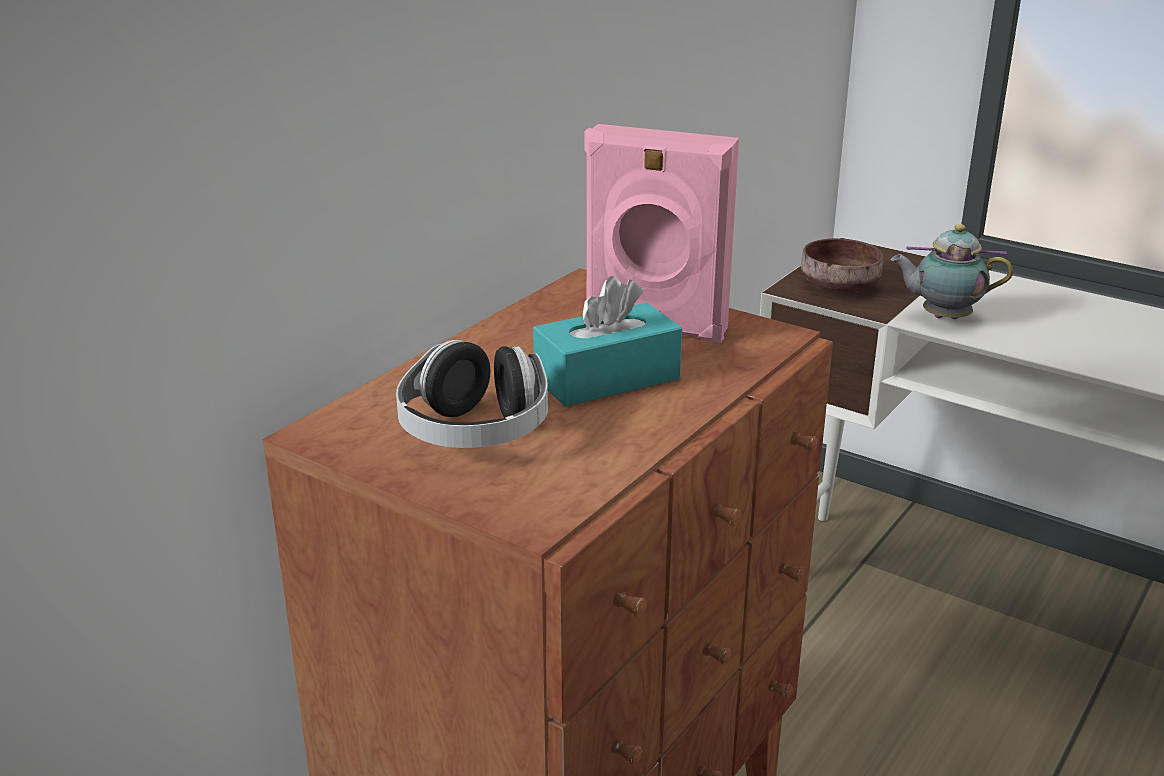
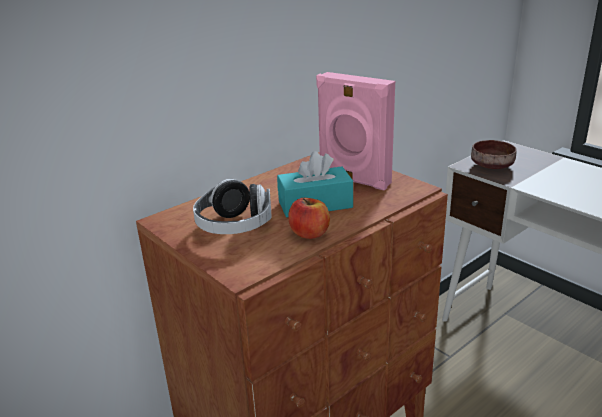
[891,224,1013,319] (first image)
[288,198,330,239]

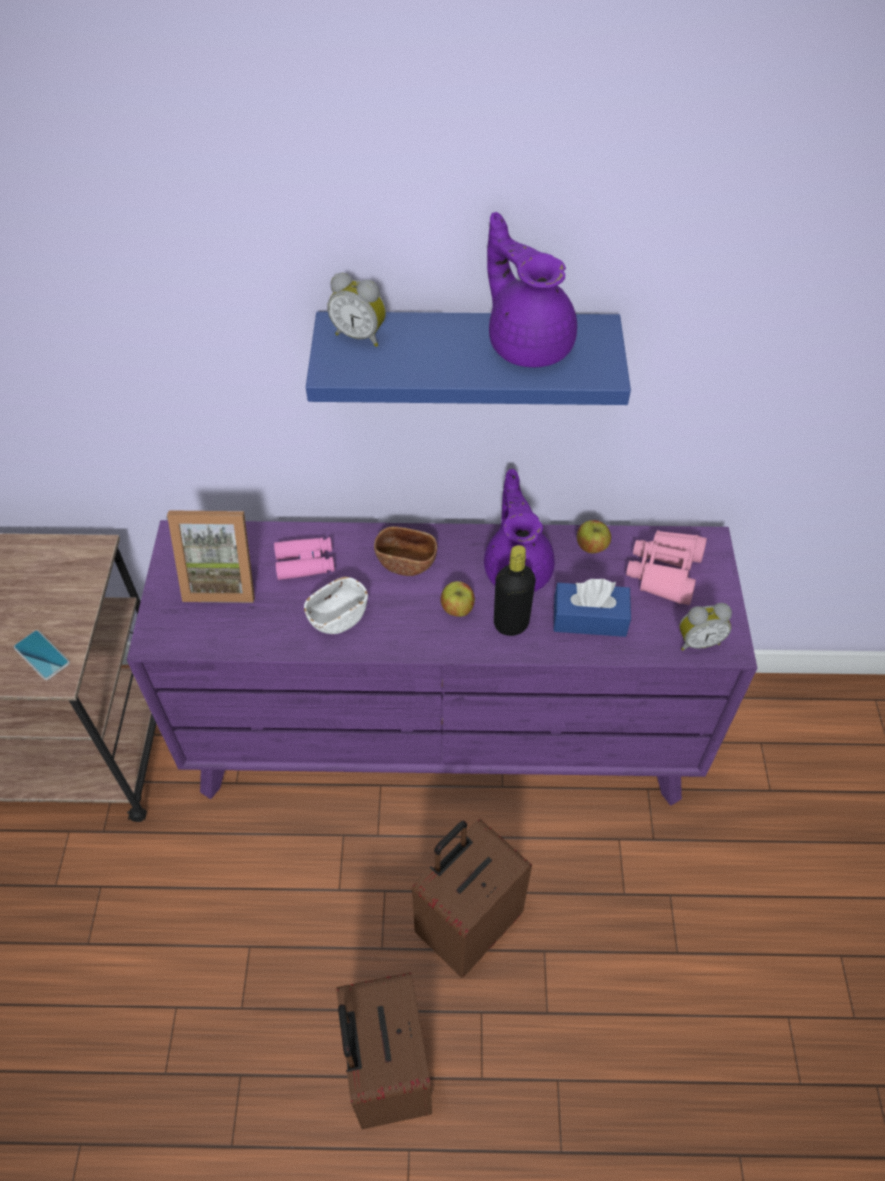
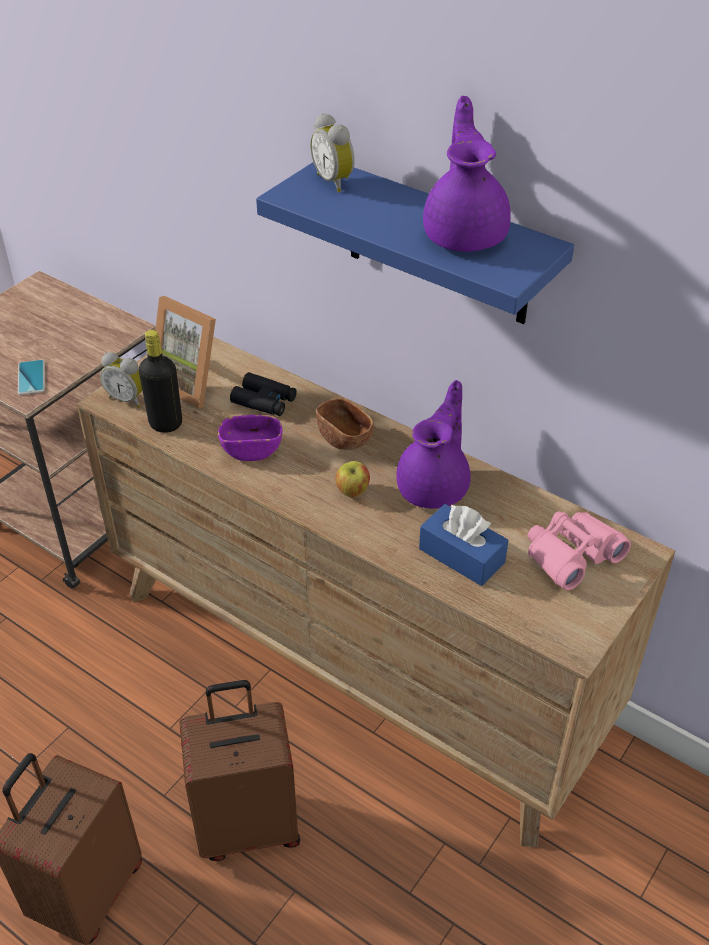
[76,337,675,847]
[230,372,297,416]
[218,415,282,461]
[139,330,182,433]
[577,520,611,553] (first image)
[100,352,142,408]

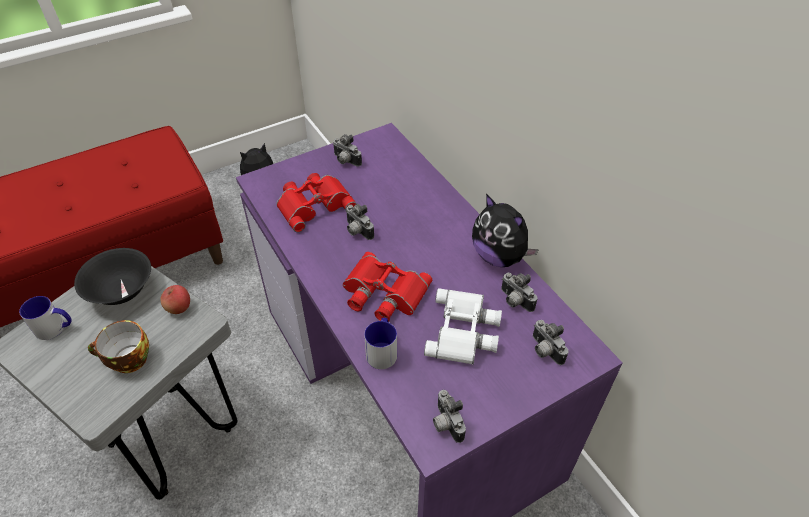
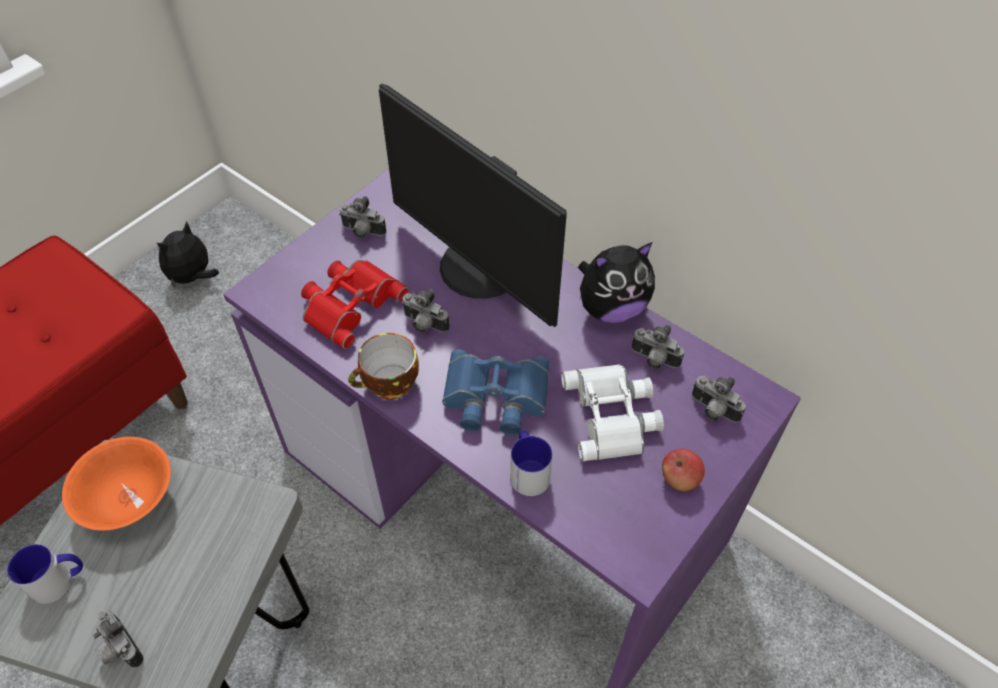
[62,437,171,531]
[348,333,419,399]
[662,448,705,491]
[442,349,549,435]
[93,609,144,668]
[578,242,655,323]
[379,84,567,327]

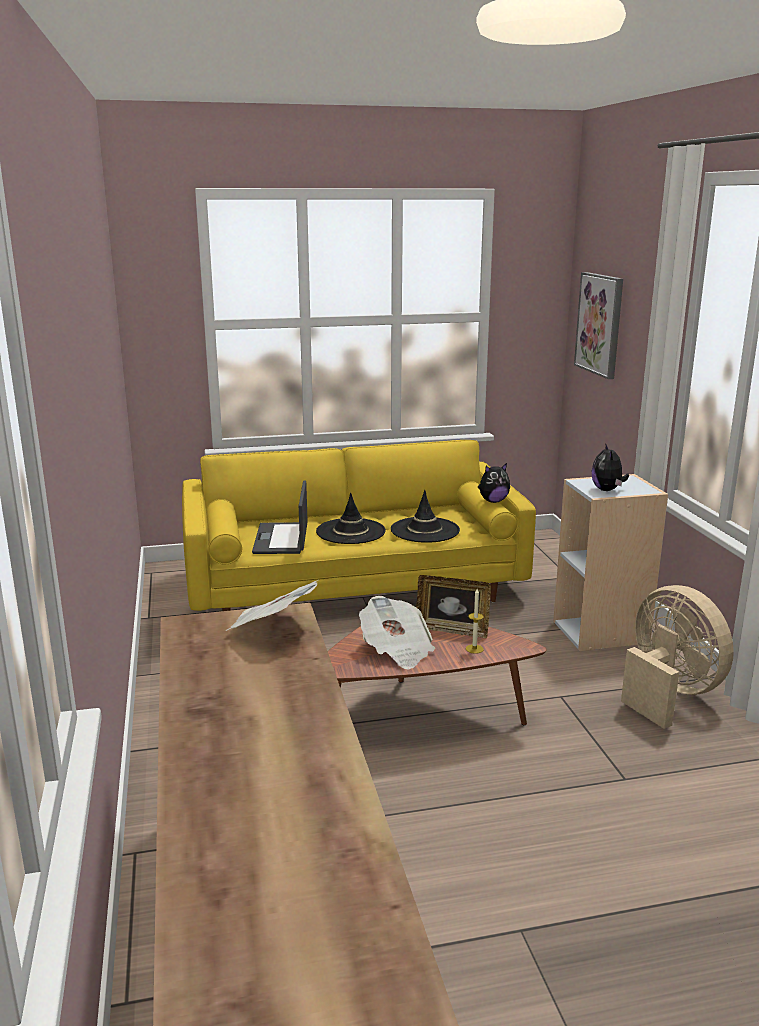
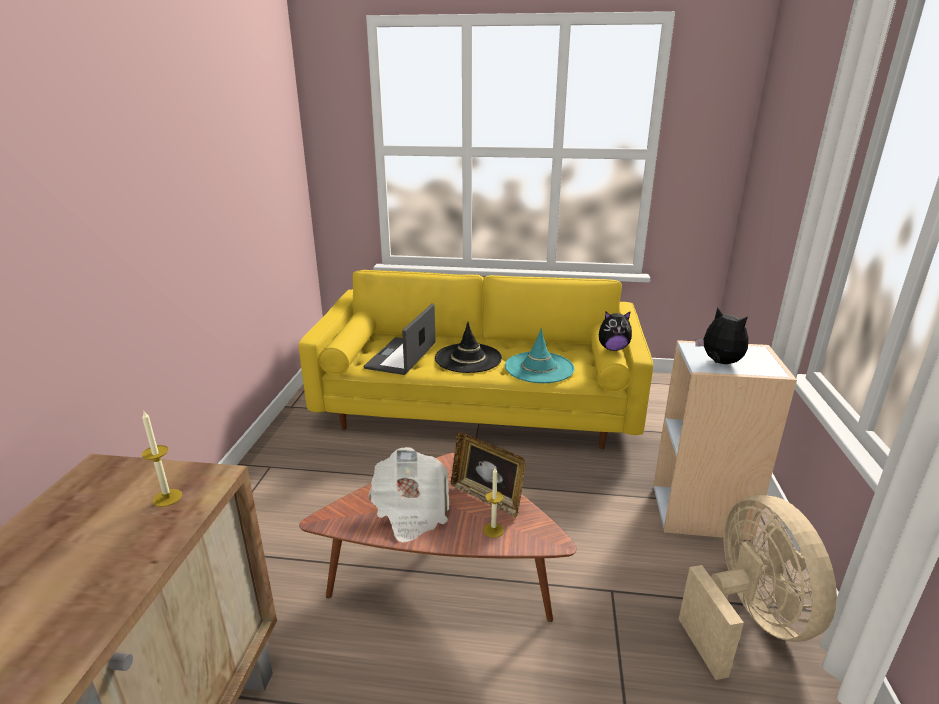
[142,411,182,507]
[505,328,575,383]
[574,272,623,379] (first image)
[695,308,748,364]

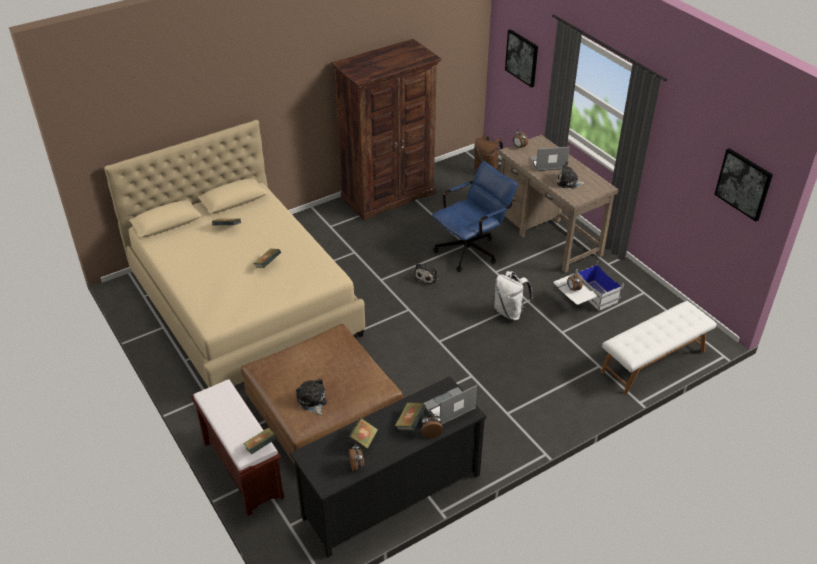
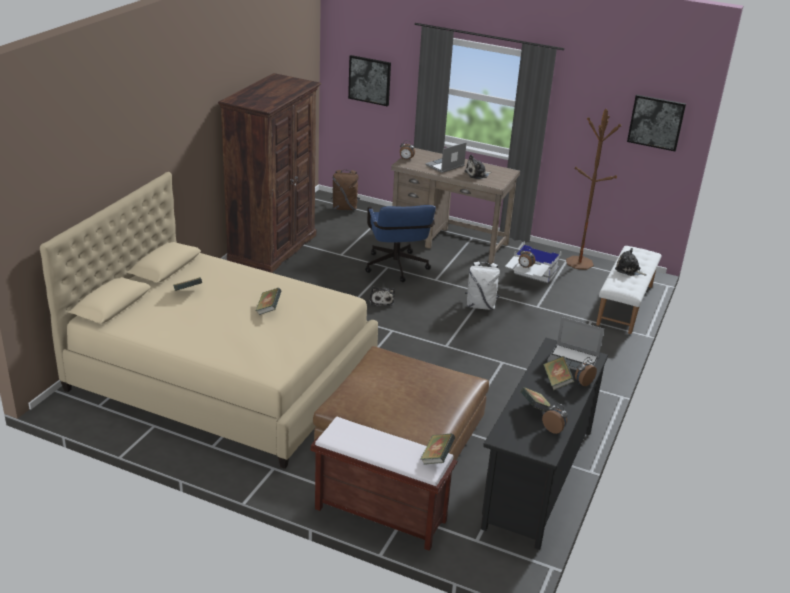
[615,248,647,276]
[547,317,604,370]
[365,205,436,282]
[566,109,622,270]

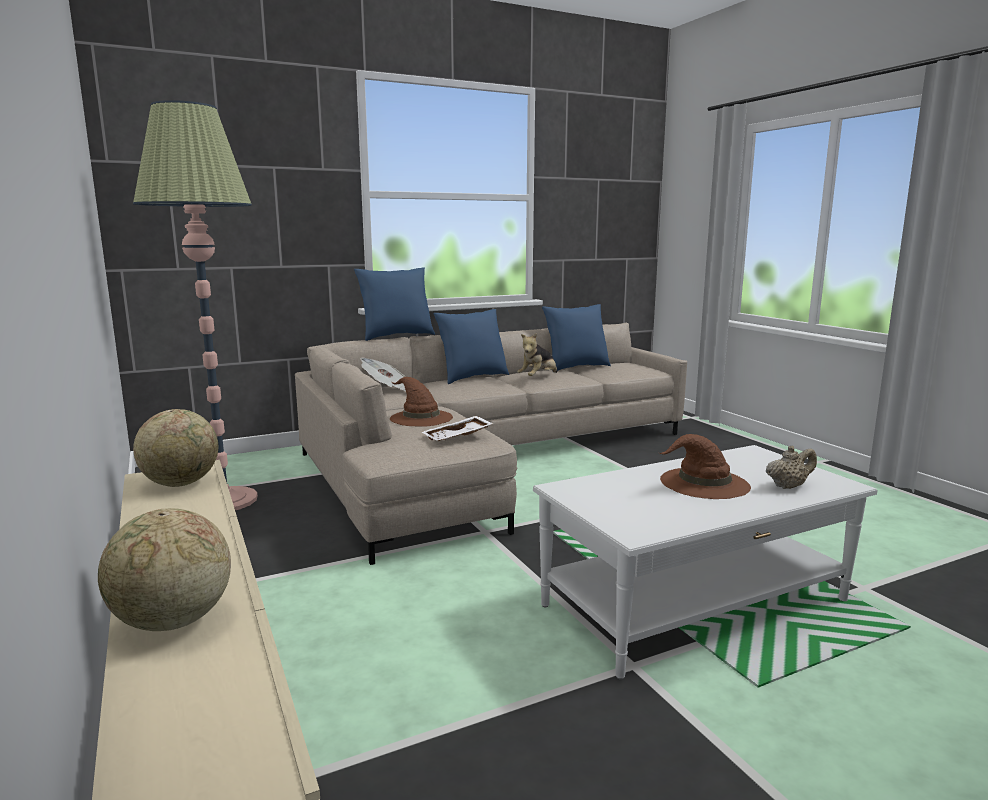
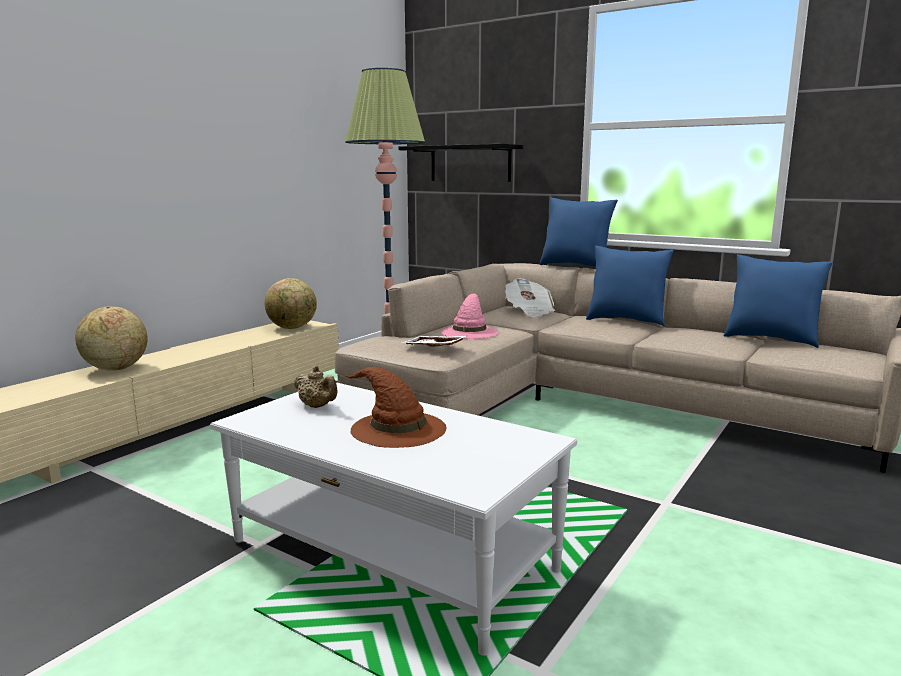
[441,293,498,339]
[517,333,557,376] (first image)
[294,366,338,408]
[399,144,523,182]

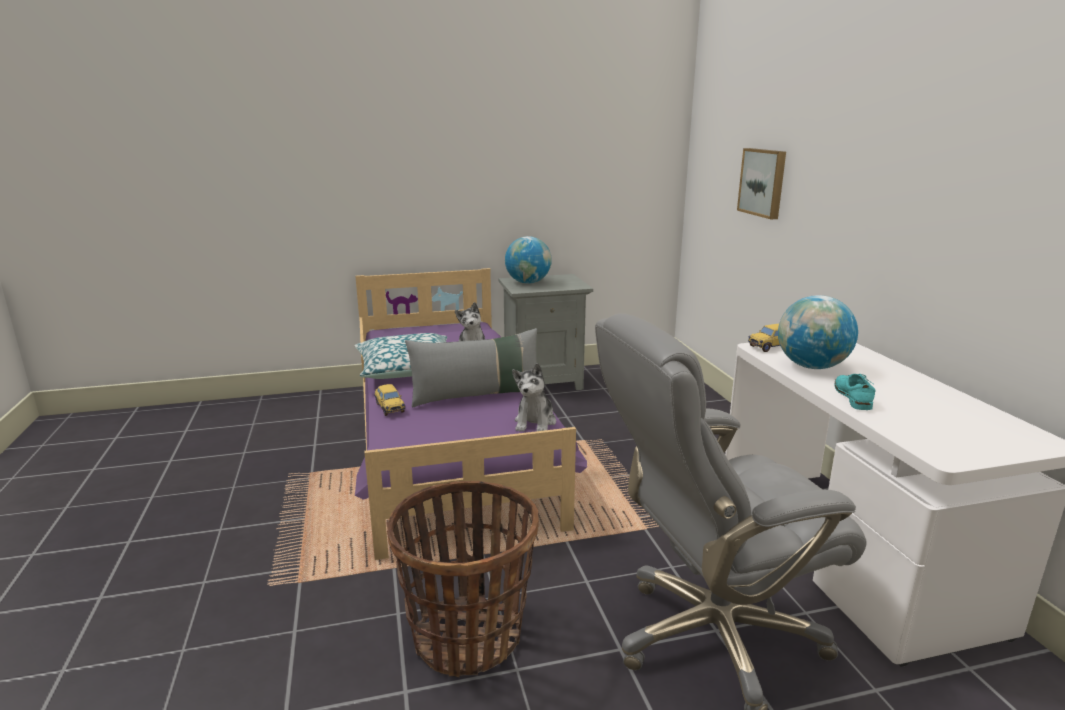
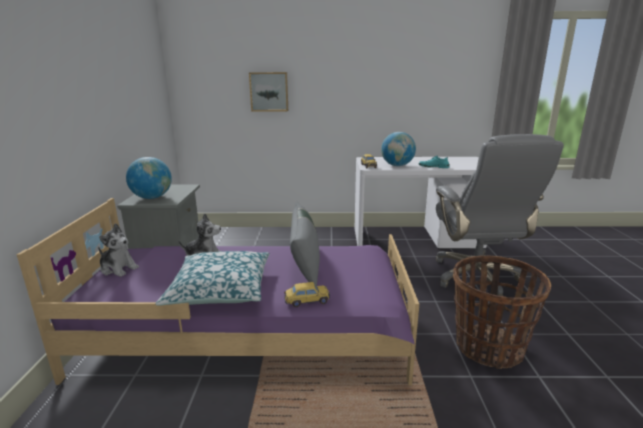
[98,223,139,277]

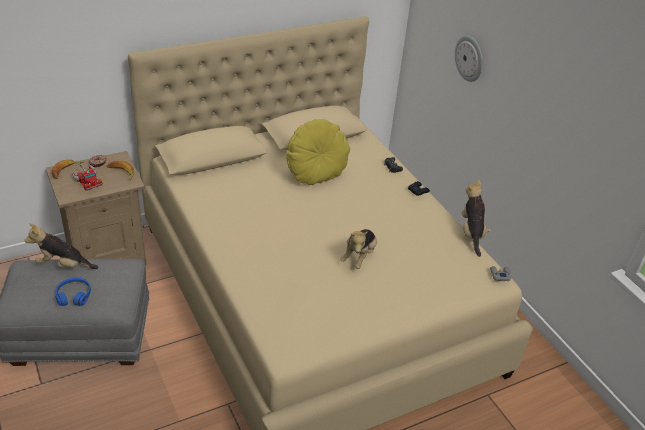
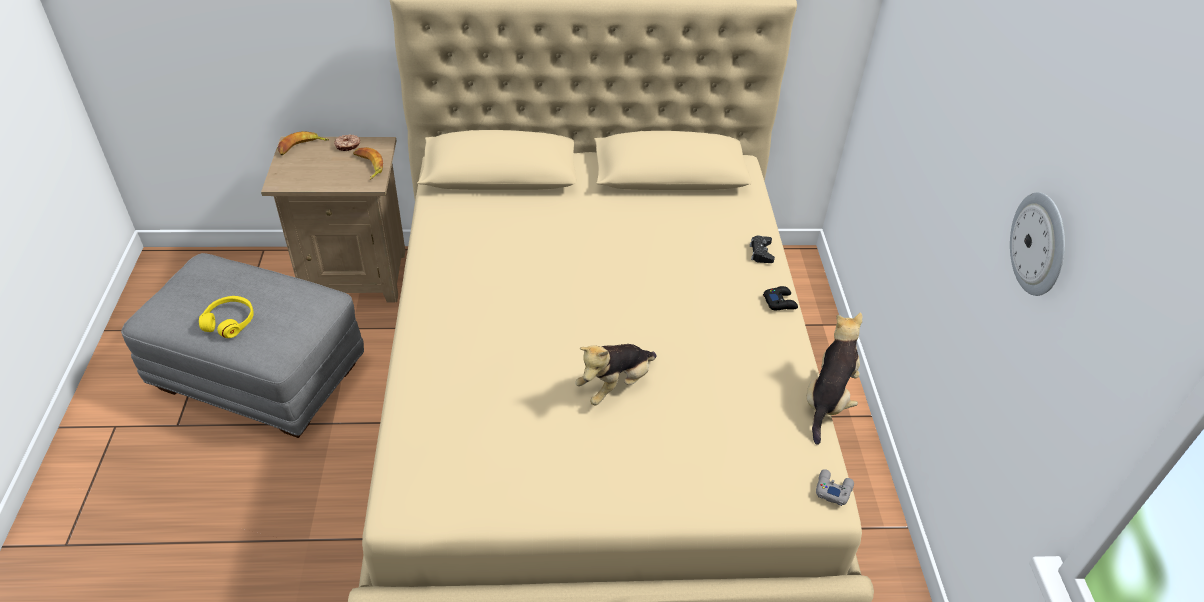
[24,223,98,269] (first image)
[199,296,254,338]
[72,162,103,190] (first image)
[286,119,350,185] (first image)
[1010,192,1065,296]

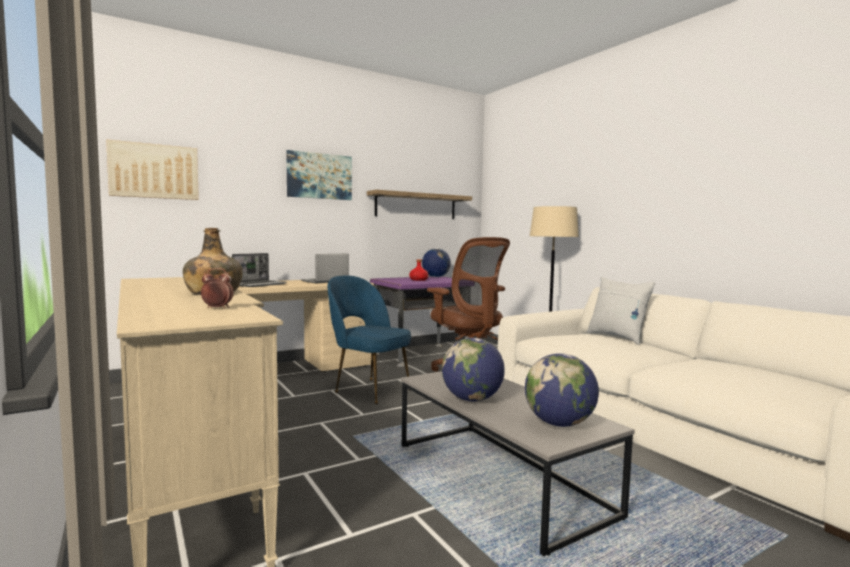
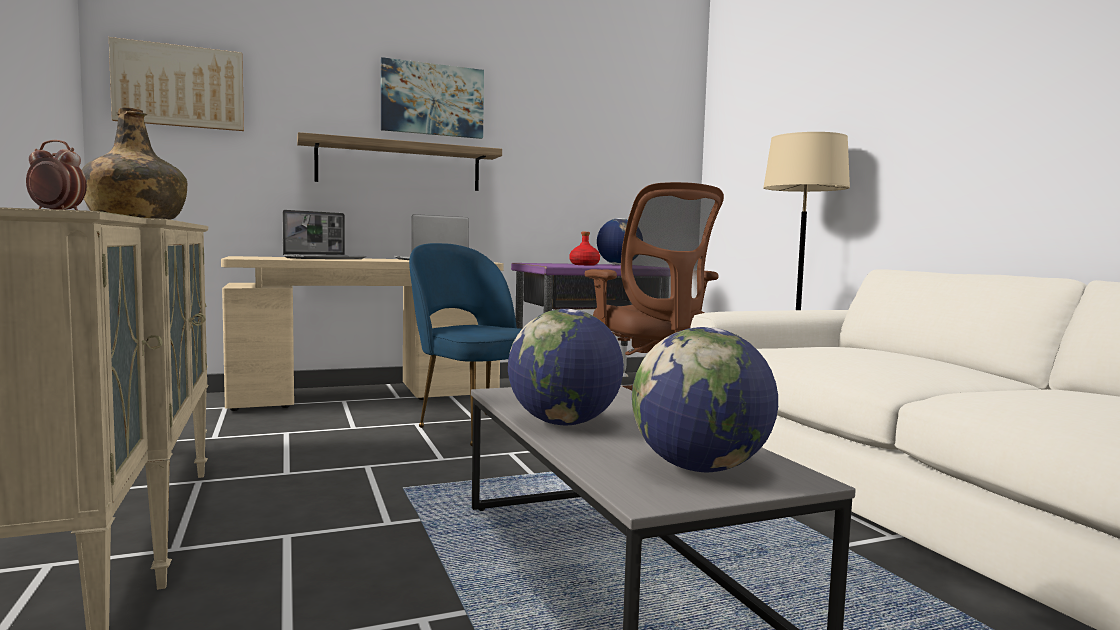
[297,132,502,191]
[587,277,655,345] (first image)

